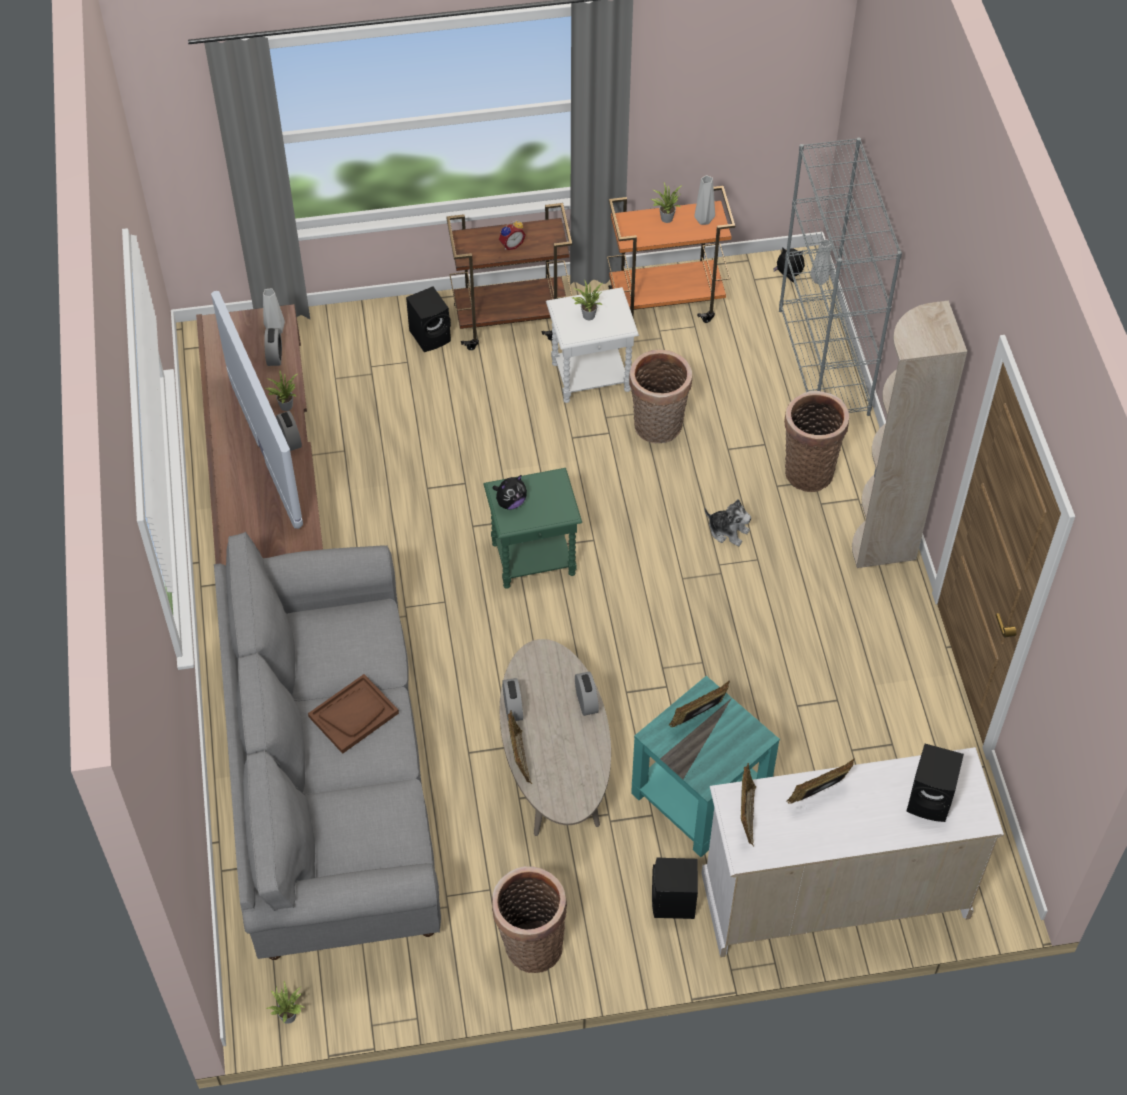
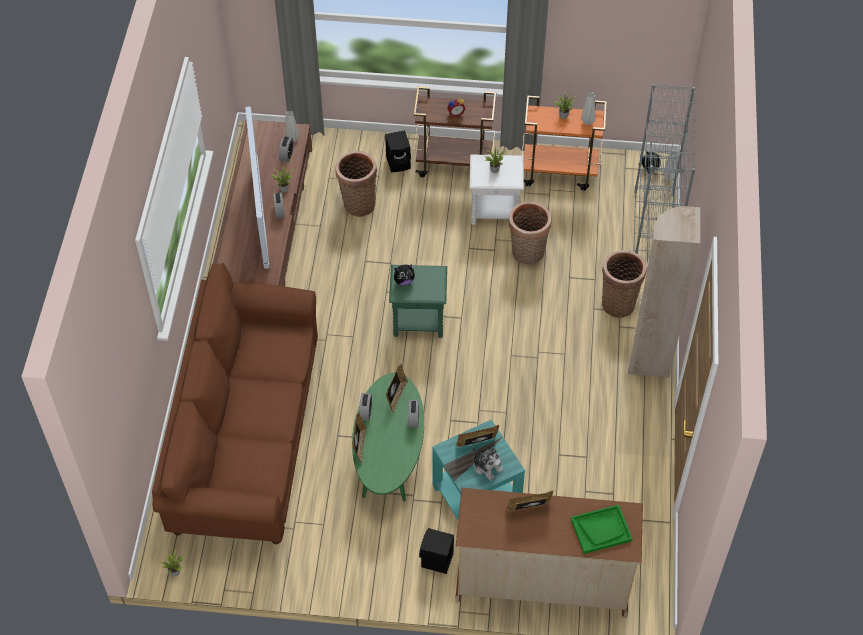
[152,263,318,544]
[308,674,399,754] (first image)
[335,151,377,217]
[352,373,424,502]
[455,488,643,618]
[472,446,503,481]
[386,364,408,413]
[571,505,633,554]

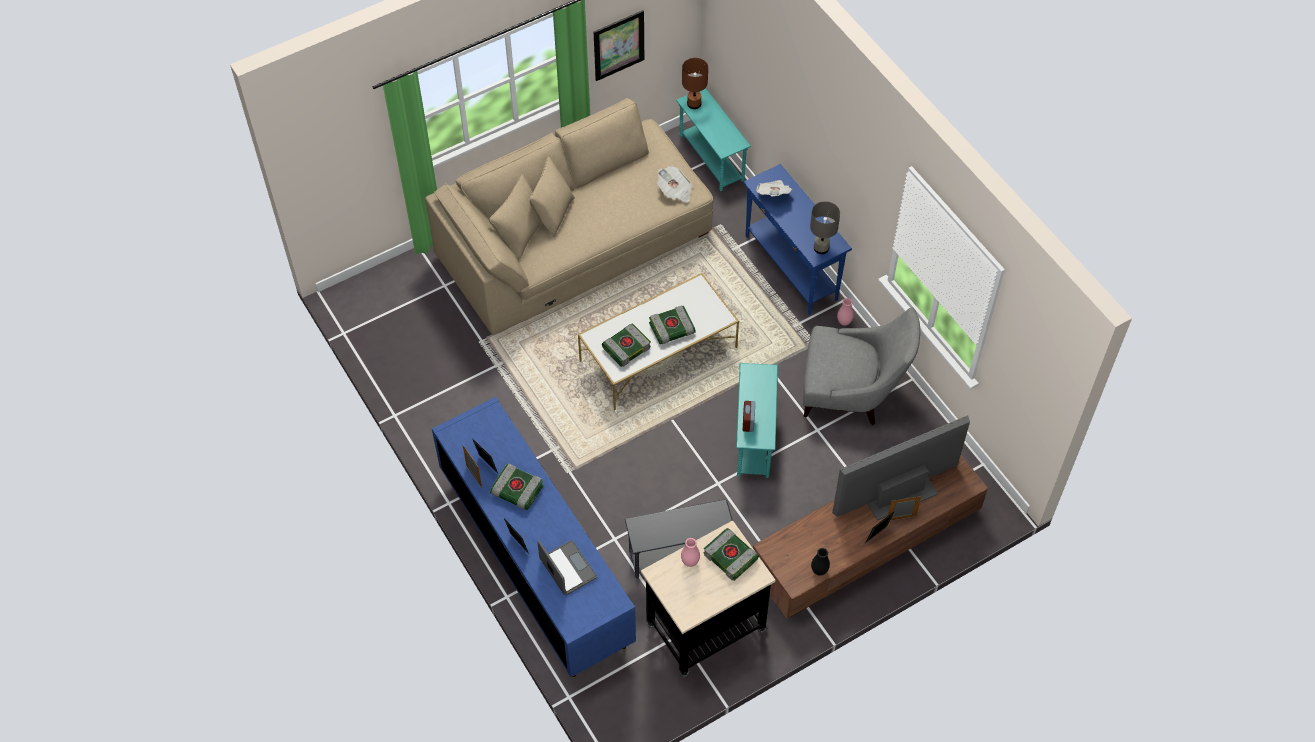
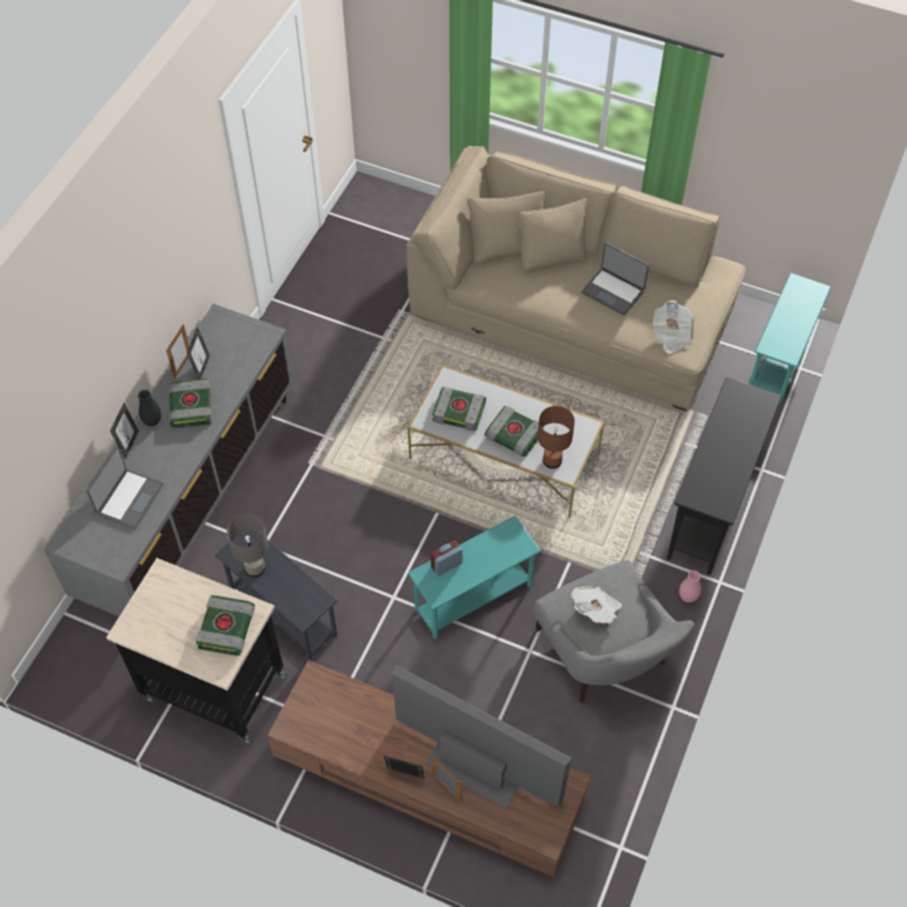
[44,304,294,617]
[594,10,644,81] (first image)
[681,538,700,567] (first image)
[538,406,575,469]
[667,377,782,575]
[571,586,622,624]
[227,514,268,577]
[138,390,161,426]
[581,242,649,315]

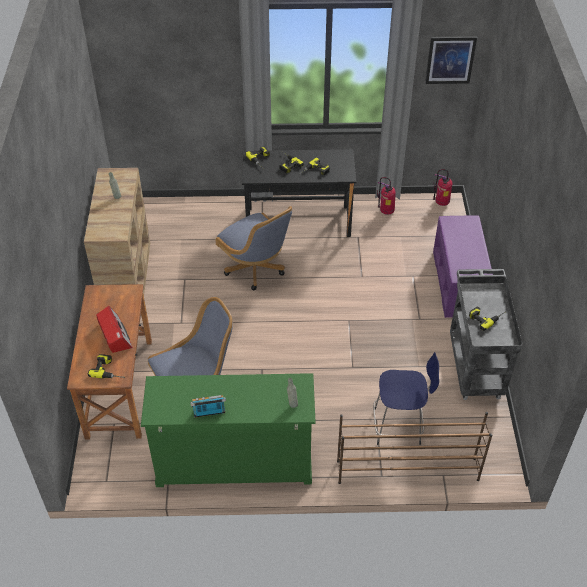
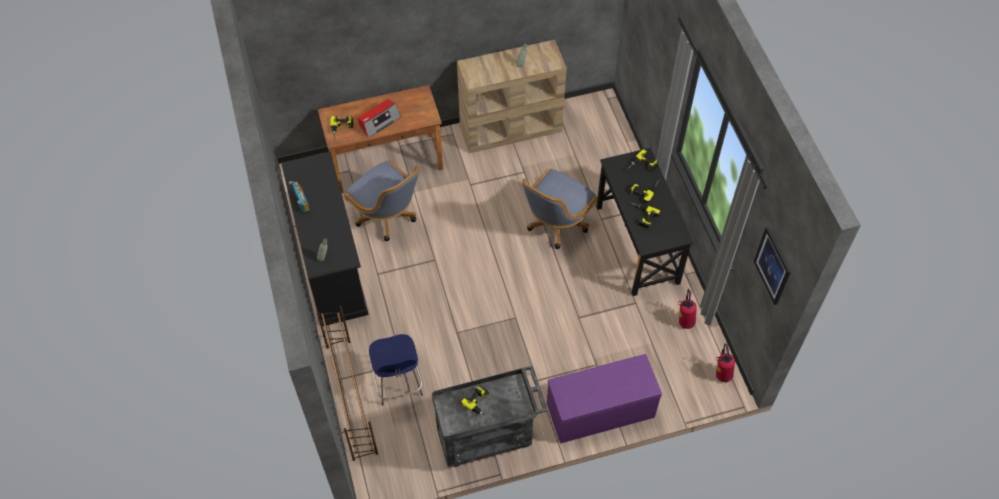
[281,152,369,326]

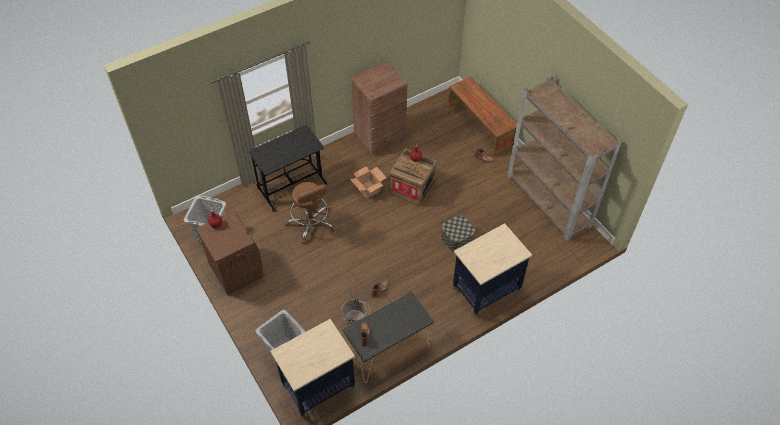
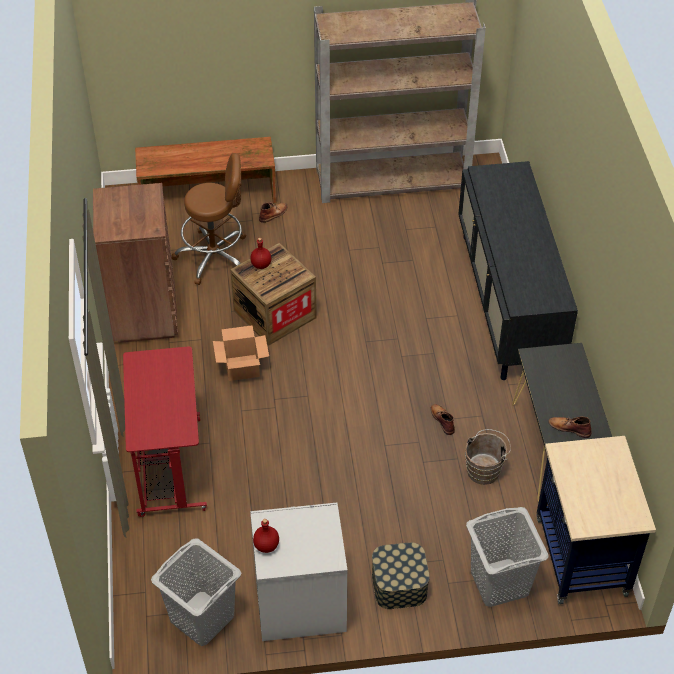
[250,502,348,641]
[123,346,207,517]
[172,153,246,285]
[372,542,430,609]
[458,161,578,380]

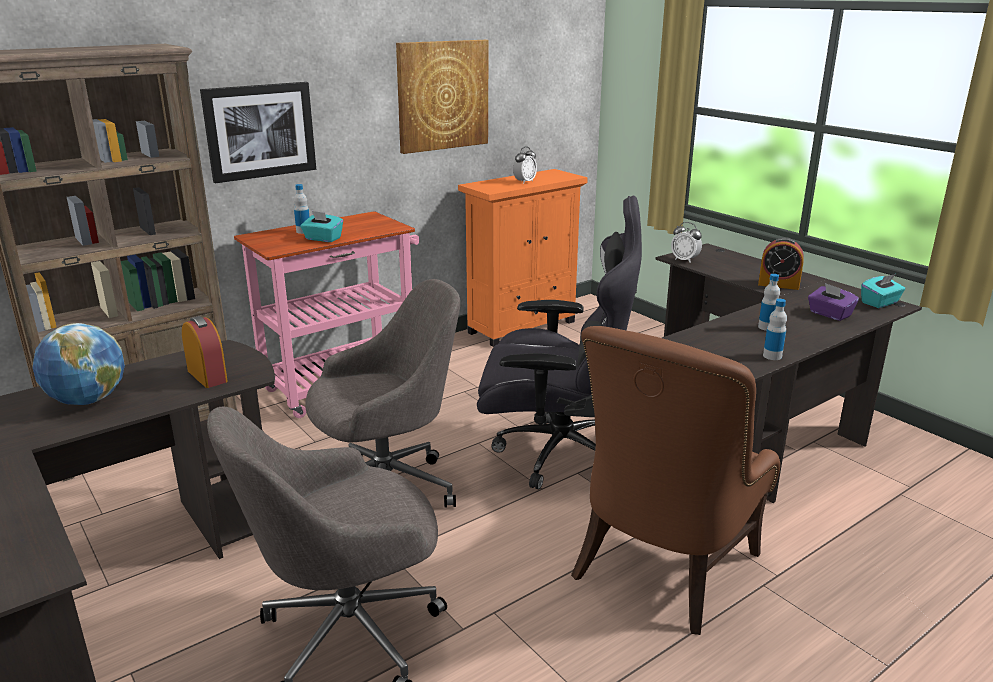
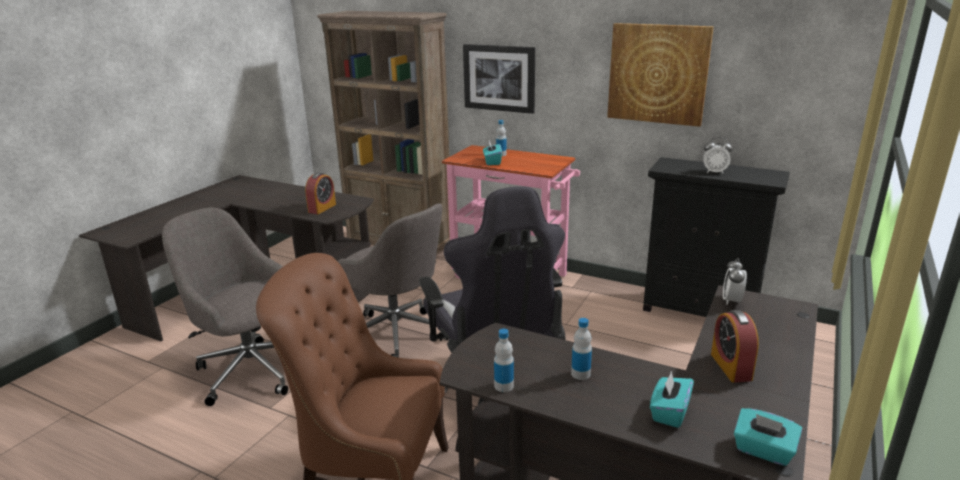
[33,323,125,405] (first image)
[643,157,790,317]
[650,371,694,428]

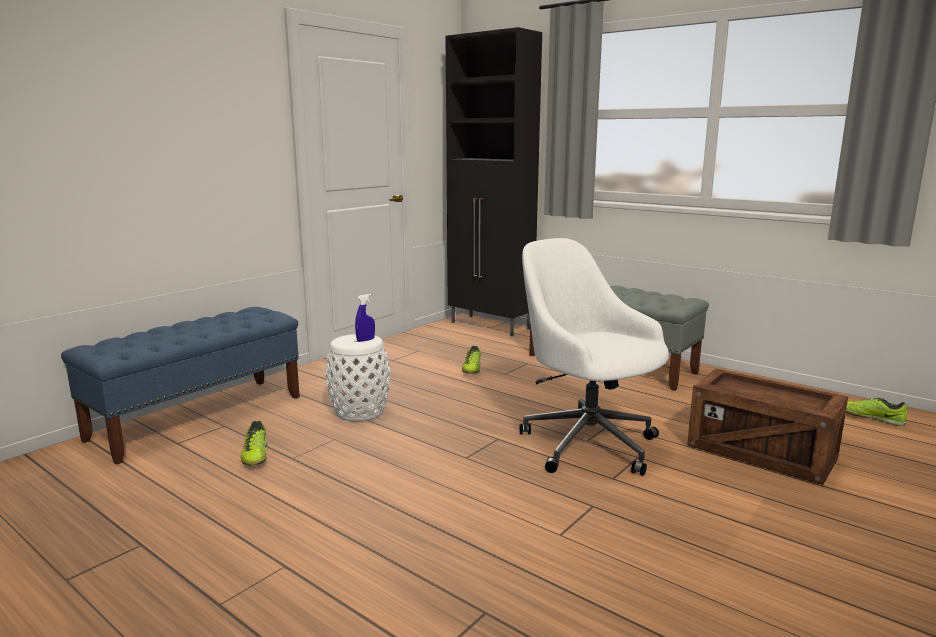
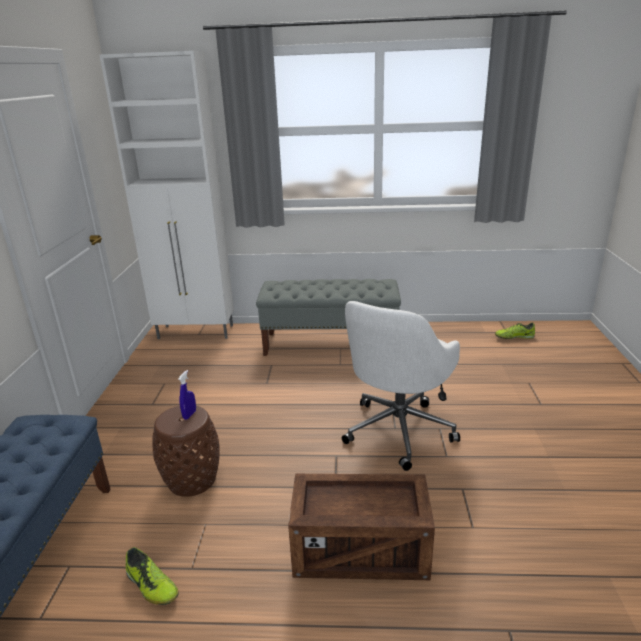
[152,406,220,497]
[99,51,234,339]
[462,346,481,374] (first image)
[342,301,460,471]
[288,474,435,580]

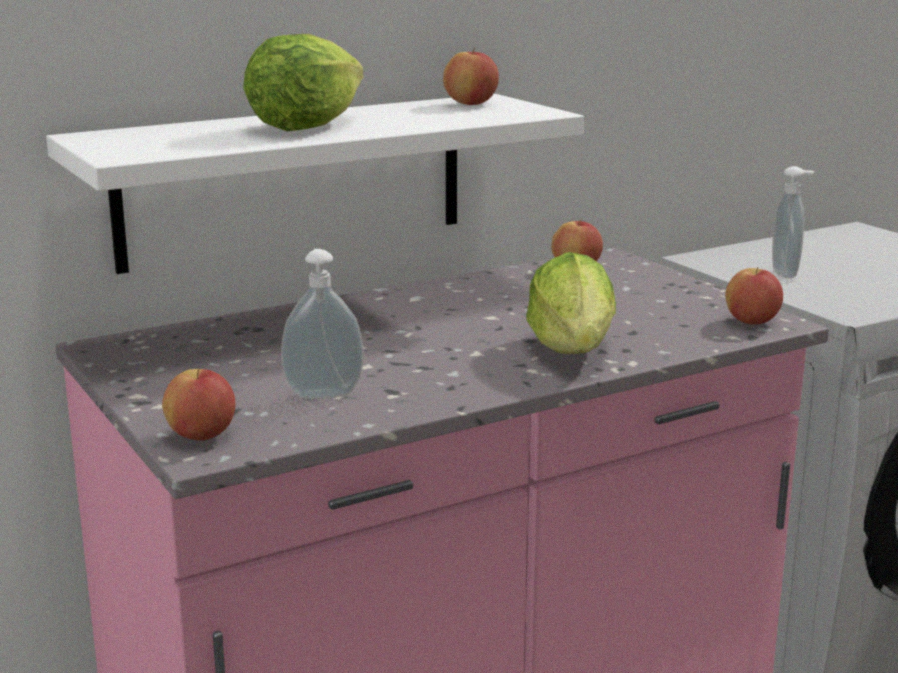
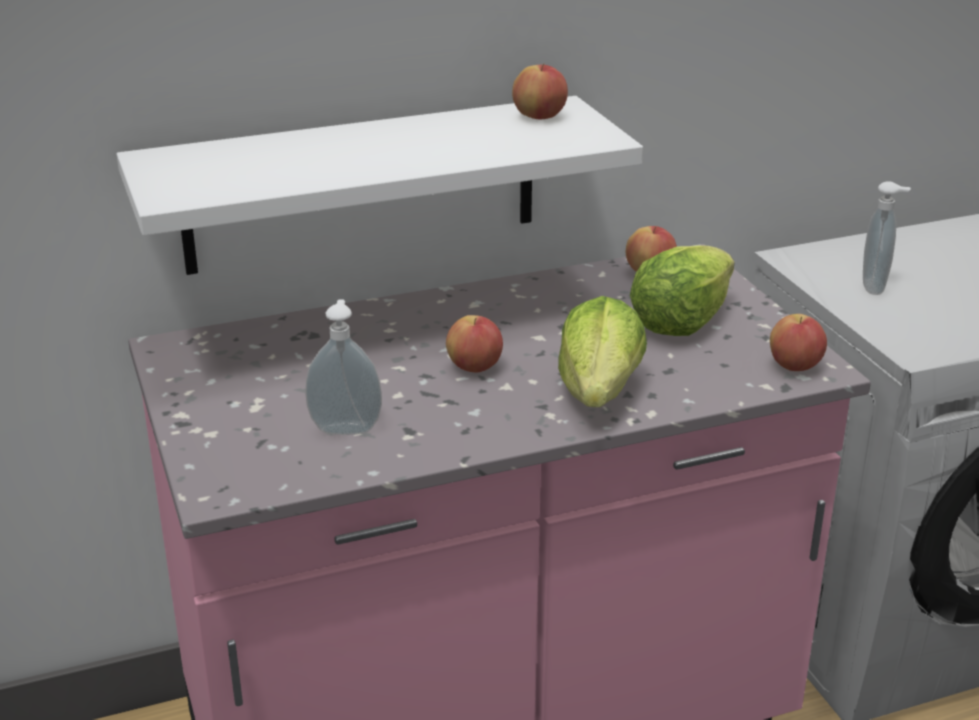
[446,315,503,373]
[630,245,734,336]

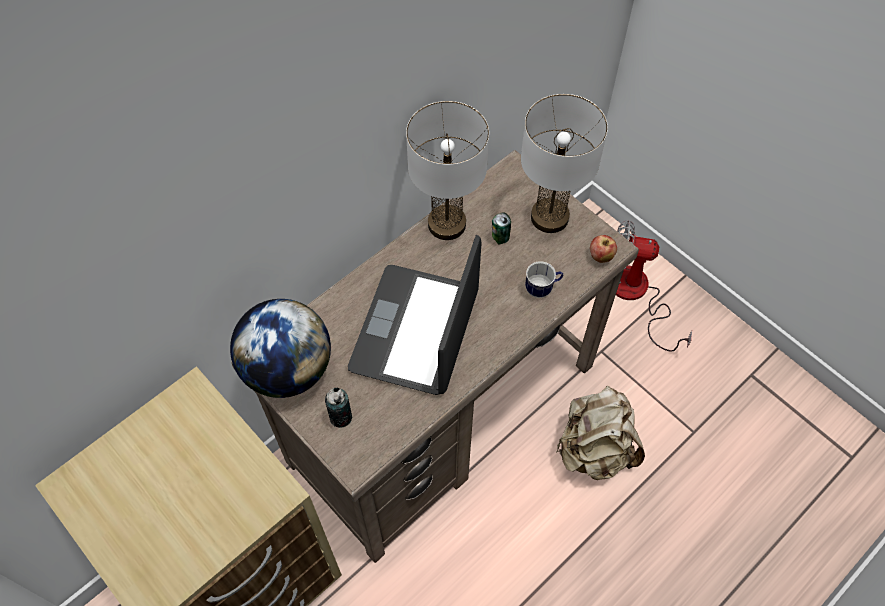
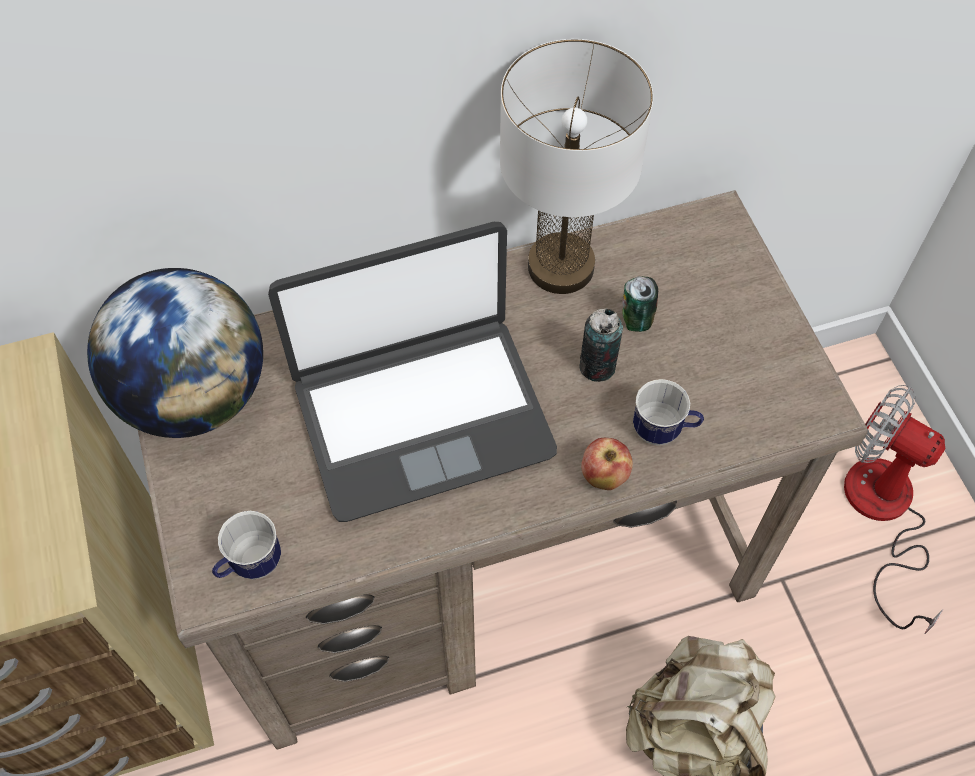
[579,308,623,382]
[268,222,557,522]
[521,94,608,233] (first image)
[581,438,633,490]
[212,511,281,580]

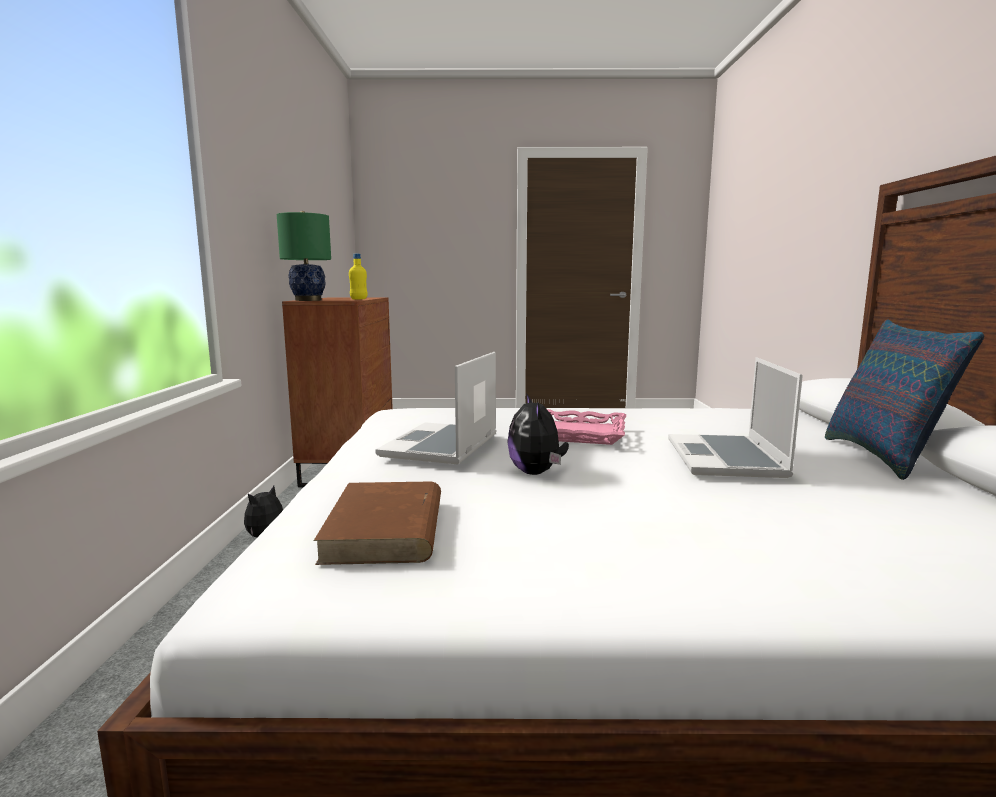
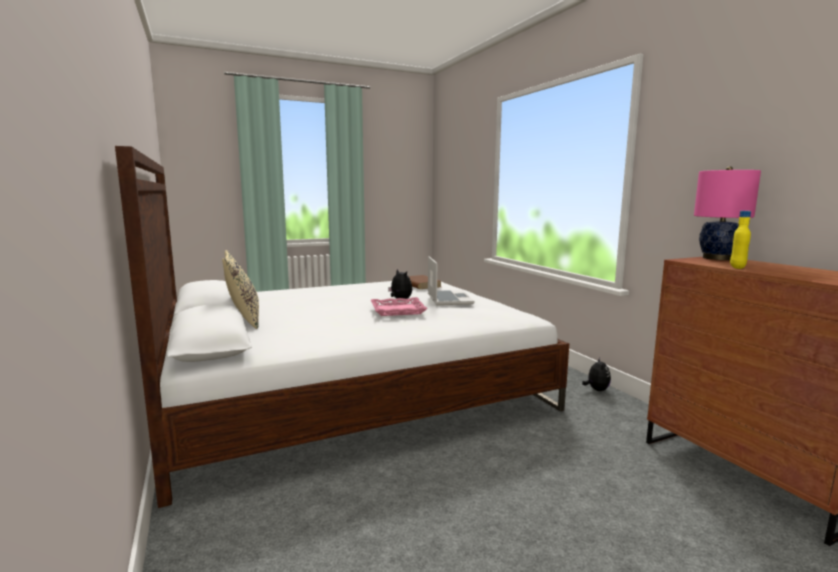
[694,166,761,260]
[668,357,803,478] (first image)
[222,250,259,329]

